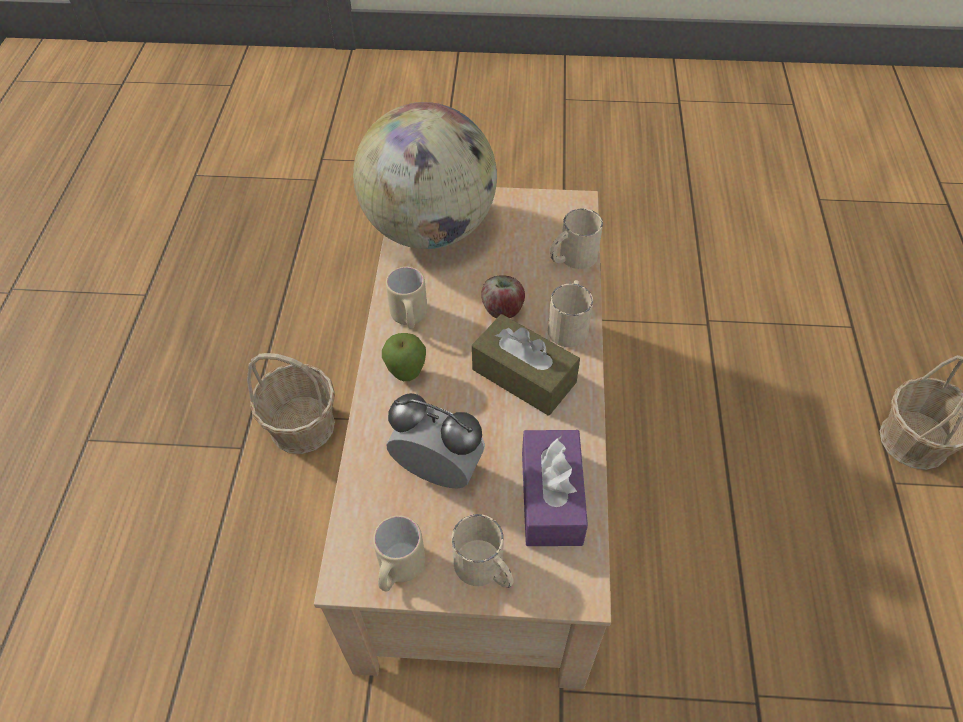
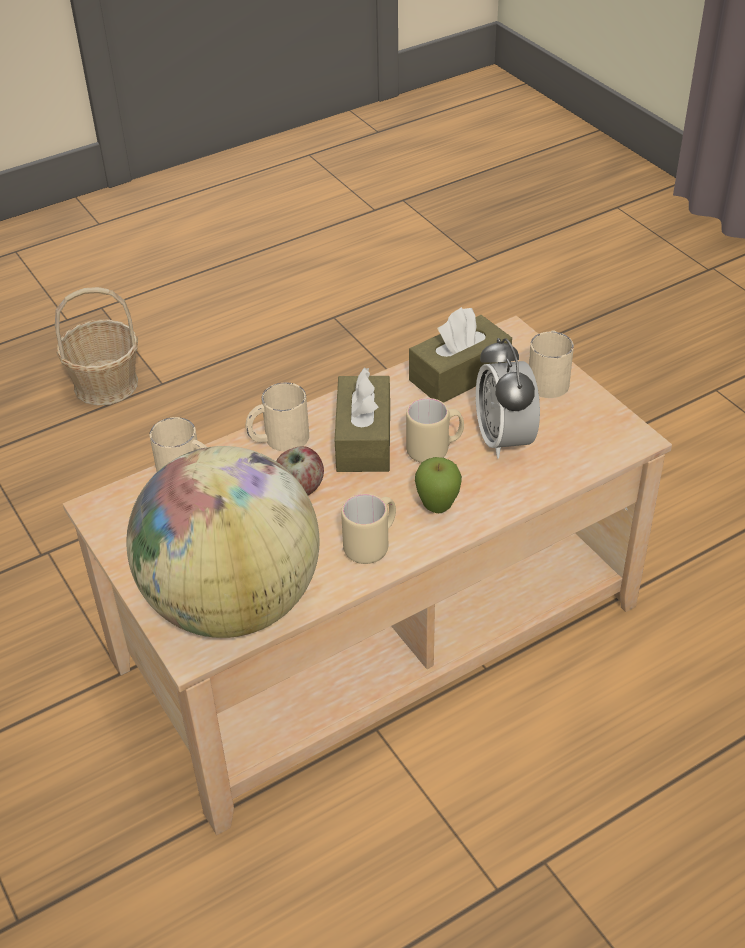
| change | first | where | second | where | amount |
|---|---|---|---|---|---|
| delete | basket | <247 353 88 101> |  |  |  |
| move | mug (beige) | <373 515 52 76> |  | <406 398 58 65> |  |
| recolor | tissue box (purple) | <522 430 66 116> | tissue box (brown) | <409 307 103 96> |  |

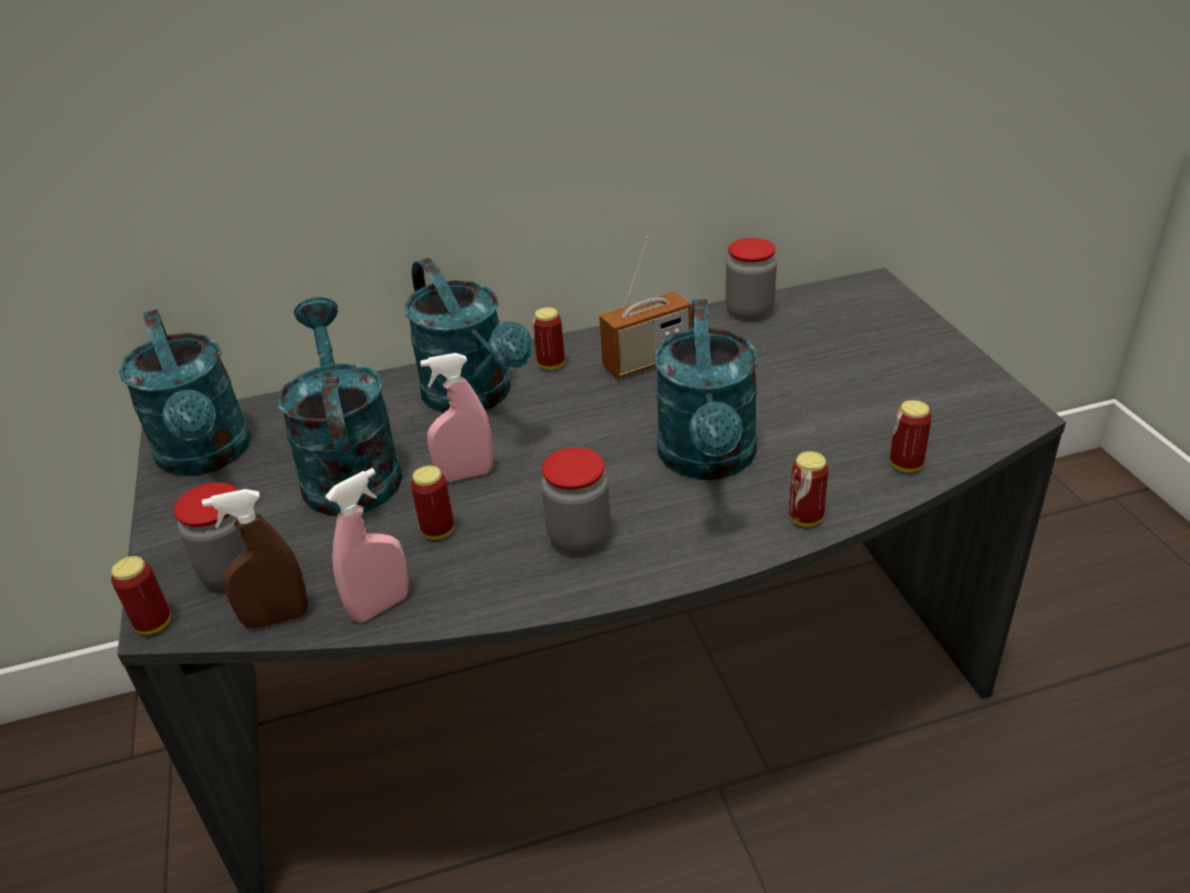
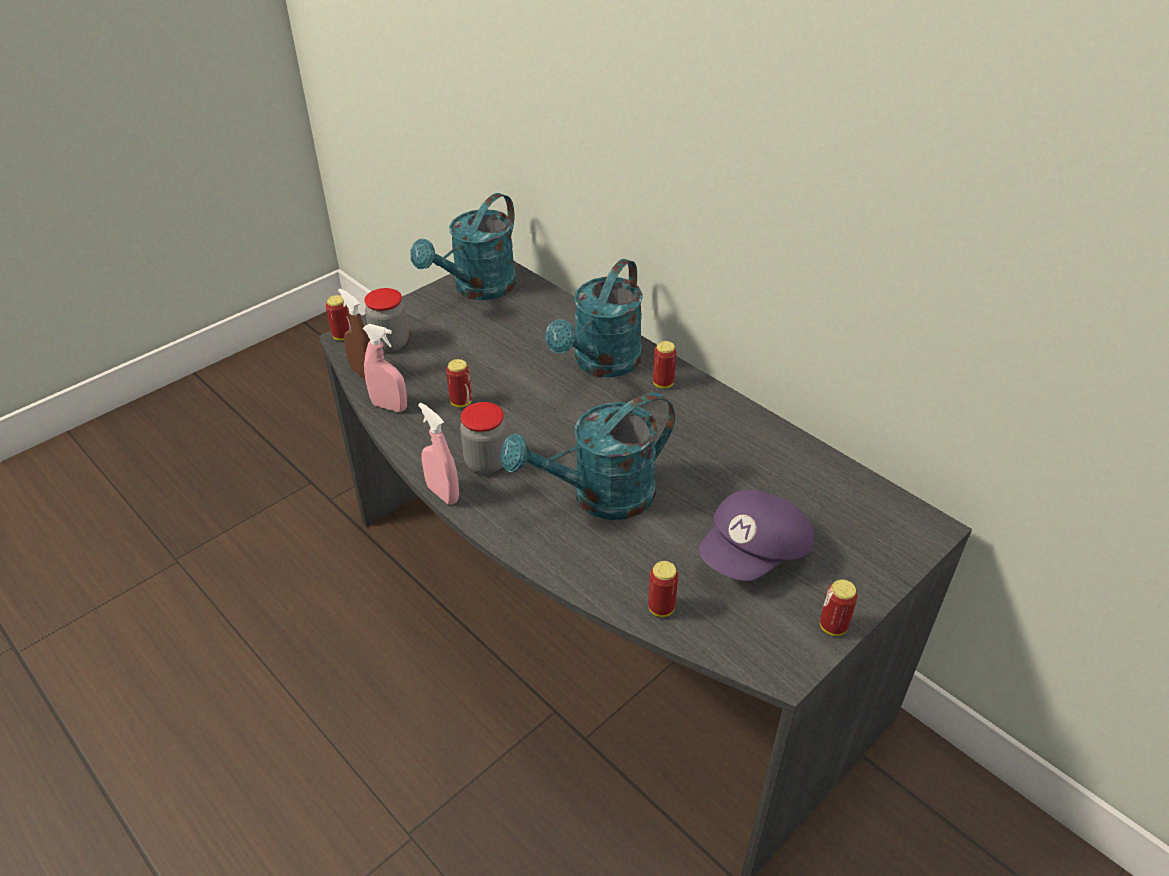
| change | first | where | second | where | amount |
|---|---|---|---|---|---|
| delete | watering can (turquoise) | <278 297 125 219> |  |  |  |
| move | spray bottle (pink) | <420 353 73 129> |  | <418 403 41 102> |  |
| delete | radio | <599 236 92 143> |  |  |  |
| delete | jar | <726 238 51 82> |  |  |  |
| move | can | <789 451 40 76> |  | <820 579 38 57> |  |
| insert |  |  | cap (purple) | <699 490 115 91> |  |

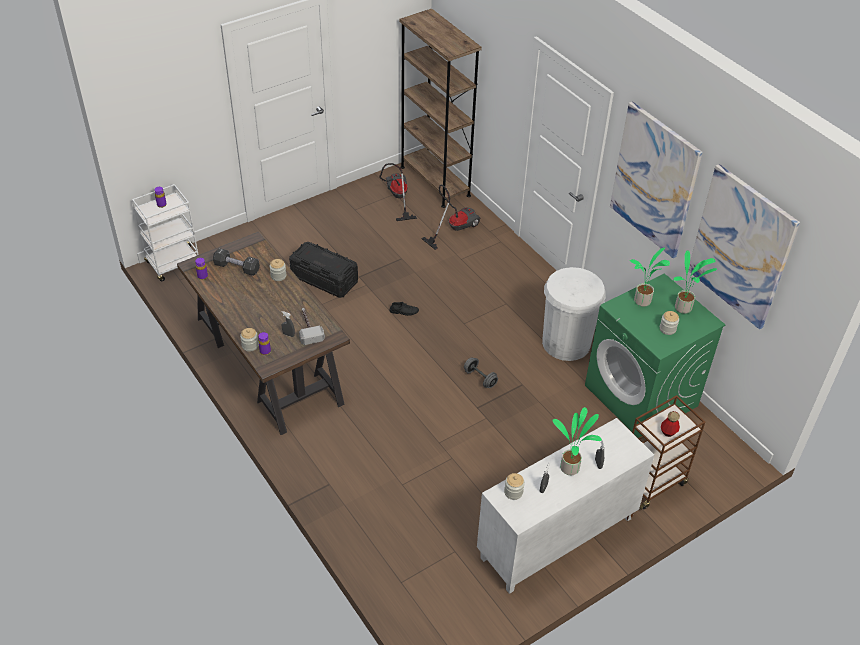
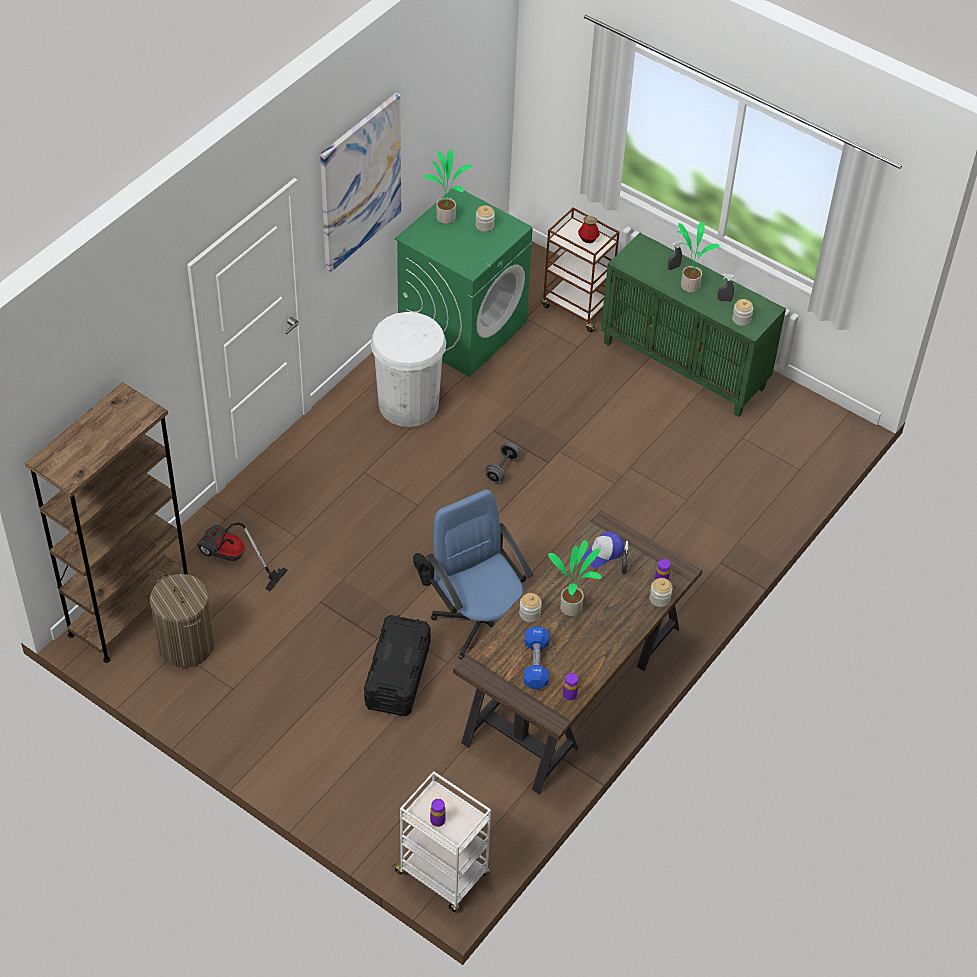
| change | first | where | second | where | amount |
|---|---|---|---|---|---|
| recolor | dumbbell (black) | <213 248 47 28> | dumbbell (blue) | <524 626 25 63> |  |
| replace | hammer | <299 308 26 37> | cap | <583 532 41 36> |  |
| replace | vacuum cleaner | <379 163 38 58> | laundry basket | <150 574 64 93> |  |
| recolor | cabinet (white) | <477 418 177 176> | cabinet (green) | <601 233 185 184> |  |
| move | potted plant | <629 248 41 59> |  | <548 540 54 76> |  |
| delete | picture | <688 164 112 165> |  |  |  |
| insert |  |  | office chair (blue) | <427 489 106 171> |  |

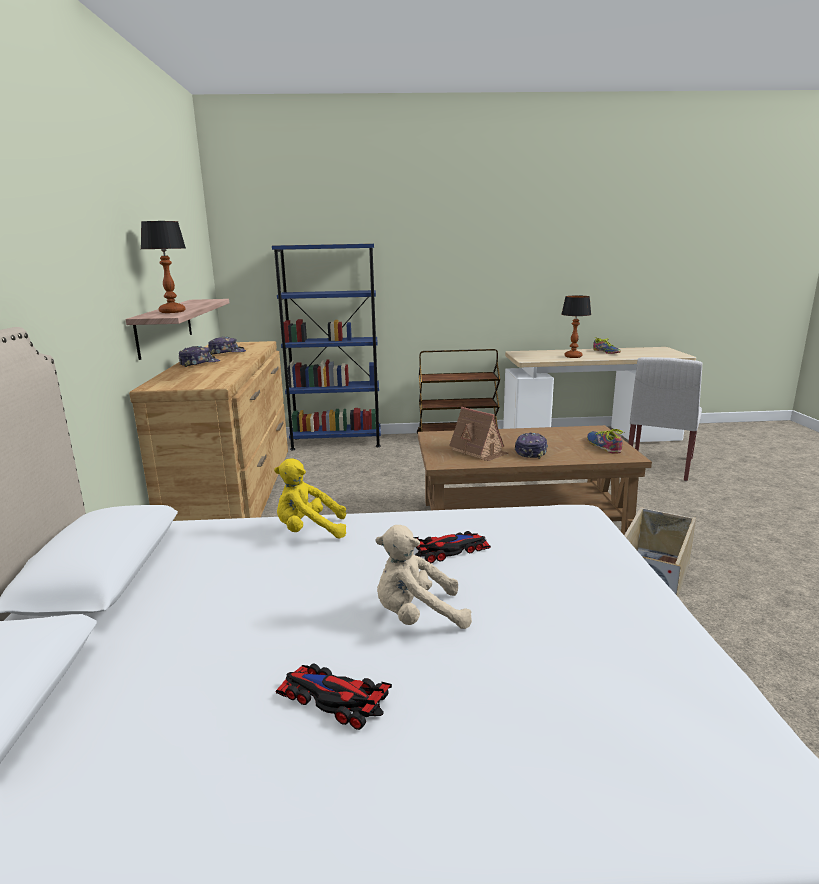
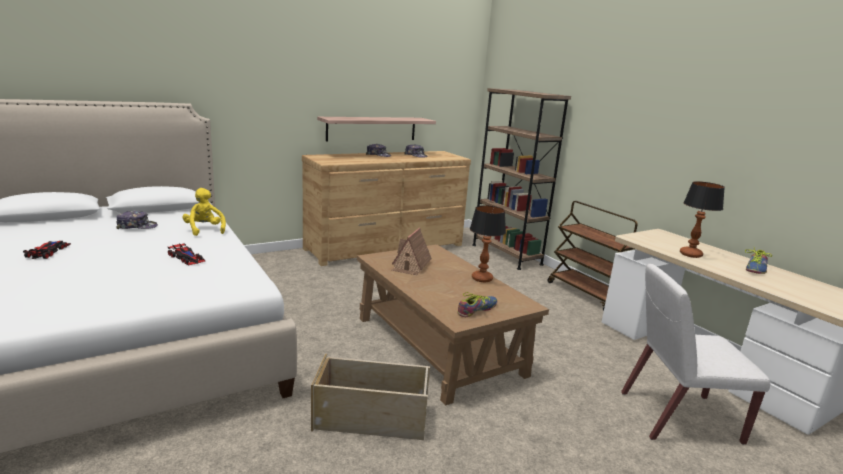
| change | first | where | second | where | amount |
|---|---|---|---|---|---|
| move | table lamp | <141 221 45 92> |  | <470 205 36 77> |  |
| recolor | bookcase (blue) | <272 244 109 206> | bookcase (brown) | <472 88 99 182> |  |
| delete | plush toy (beige) | <375 525 97 104> |  |  |  |
| move | cap | <515 433 33 26> |  | <116 210 42 19> |  |

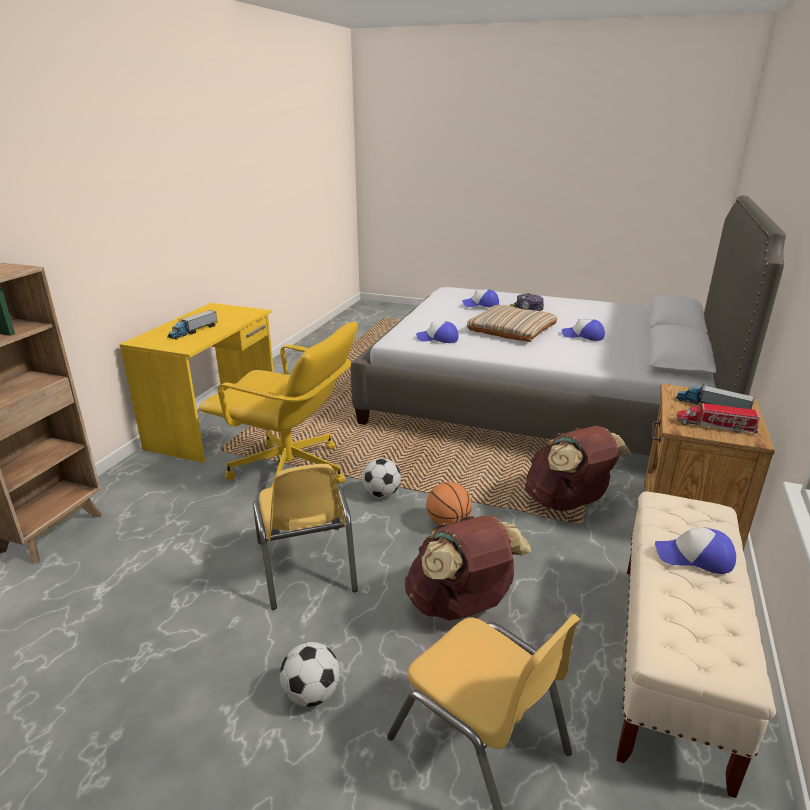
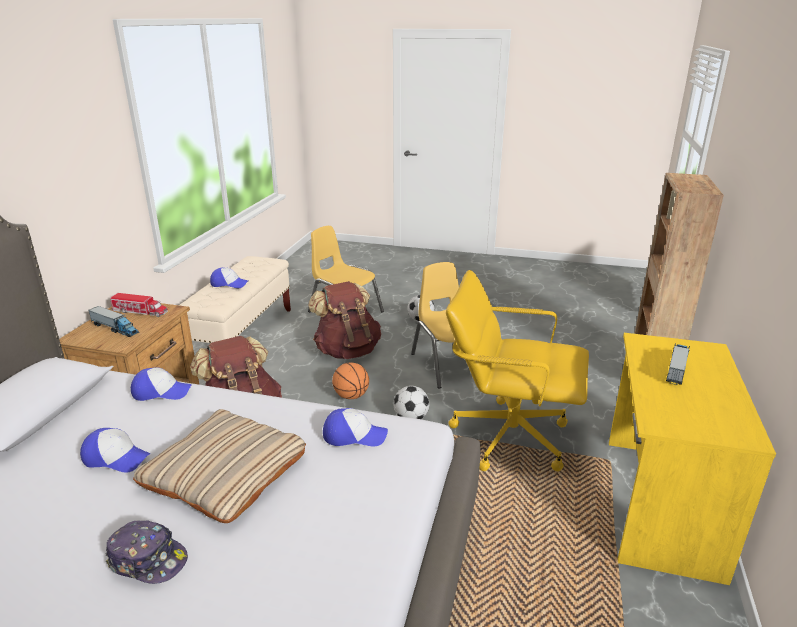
| change | first | where | second | where | amount |
|---|---|---|---|---|---|
| move | cap | <462 289 37 19> |  | <131 367 61 34> |  |

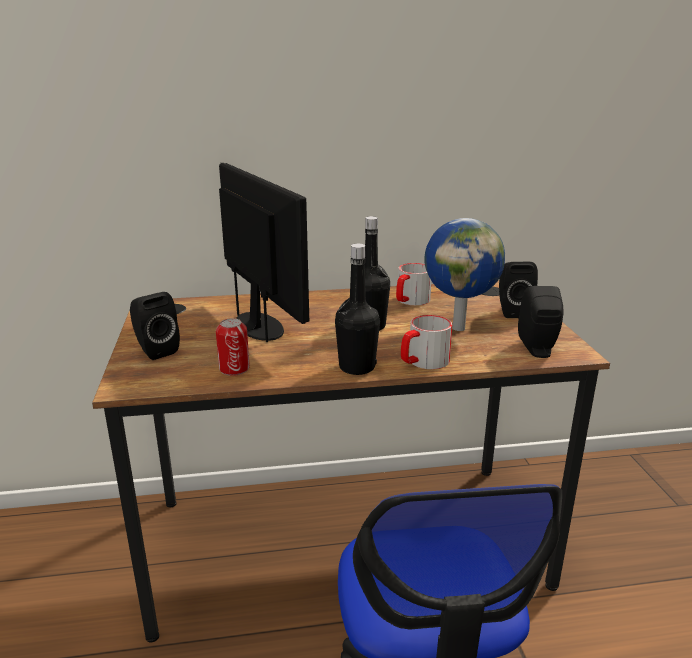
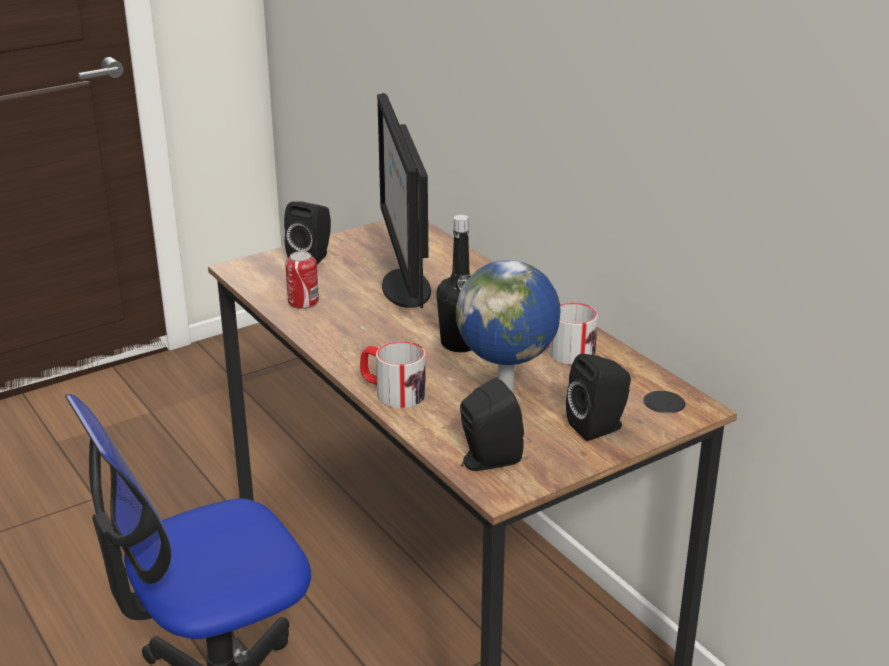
| change | first | where | second | where | amount |
|---|---|---|---|---|---|
| rotate | monitor | <219 163 90 179> |  | <377 93 54 215> | 135 degrees clockwise |
| delete | bottle (black) | <335 244 45 131> |  |  |  |

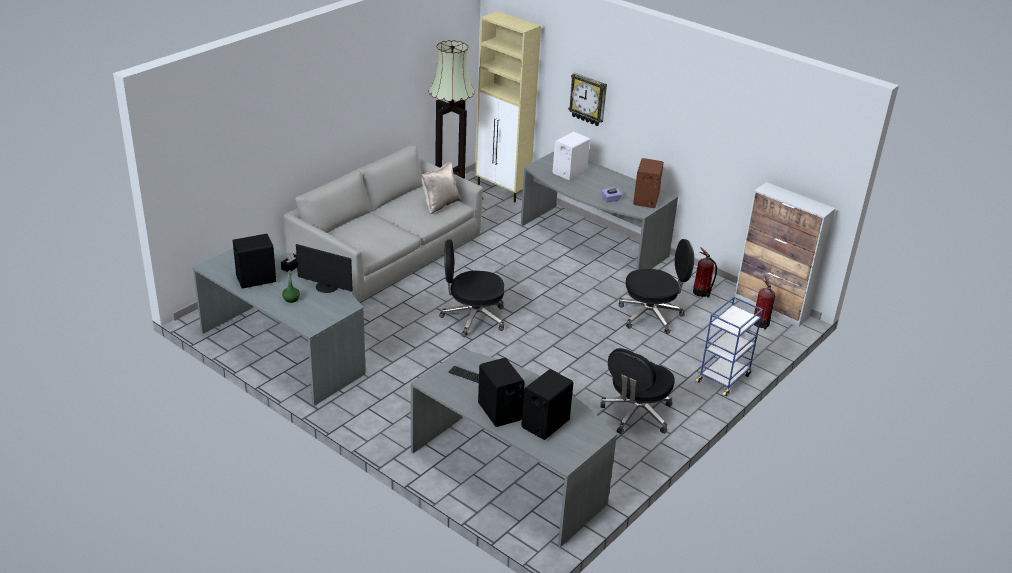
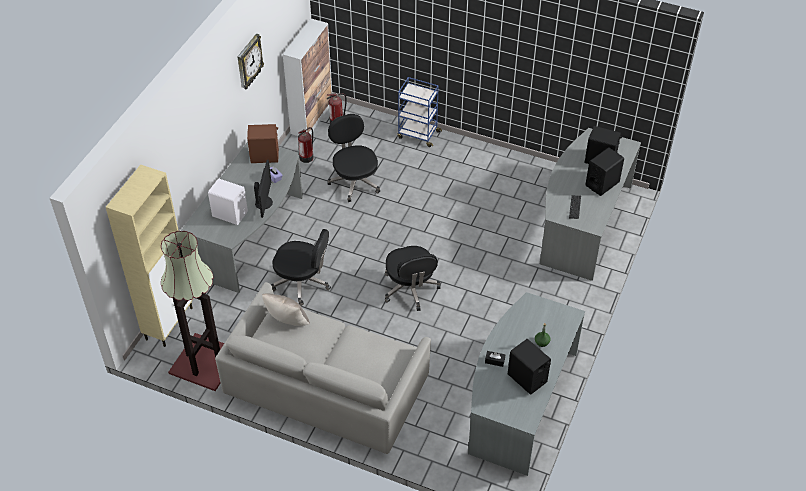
| change | first | where | second | where | amount |
|---|---|---|---|---|---|
| move | monitor | <296 244 57 49> |  | <254 160 19 58> |  |
| move | wall clock | <568 73 39 53> |  | <238 34 26 56> |  |
| move | office chair (black) | <600 348 74 86> |  | <271 229 60 77> |  |

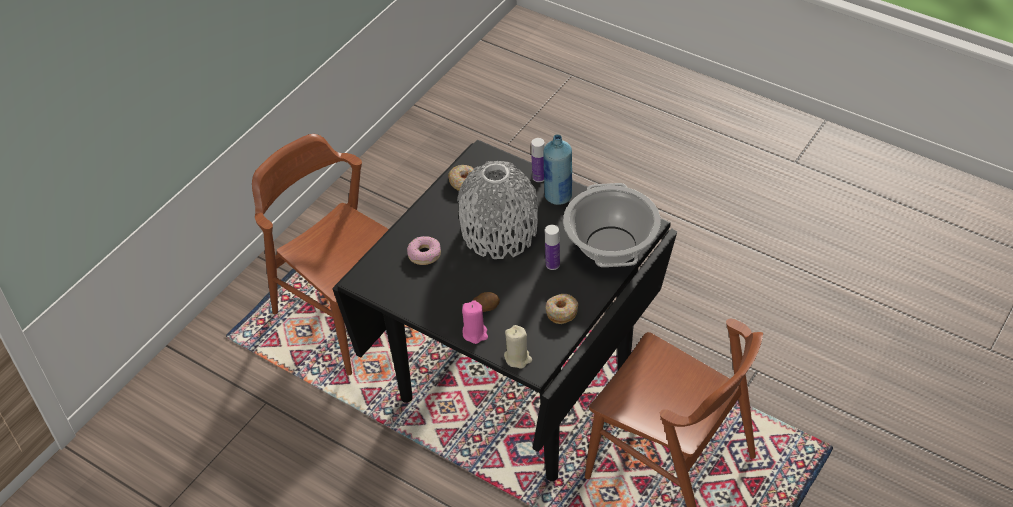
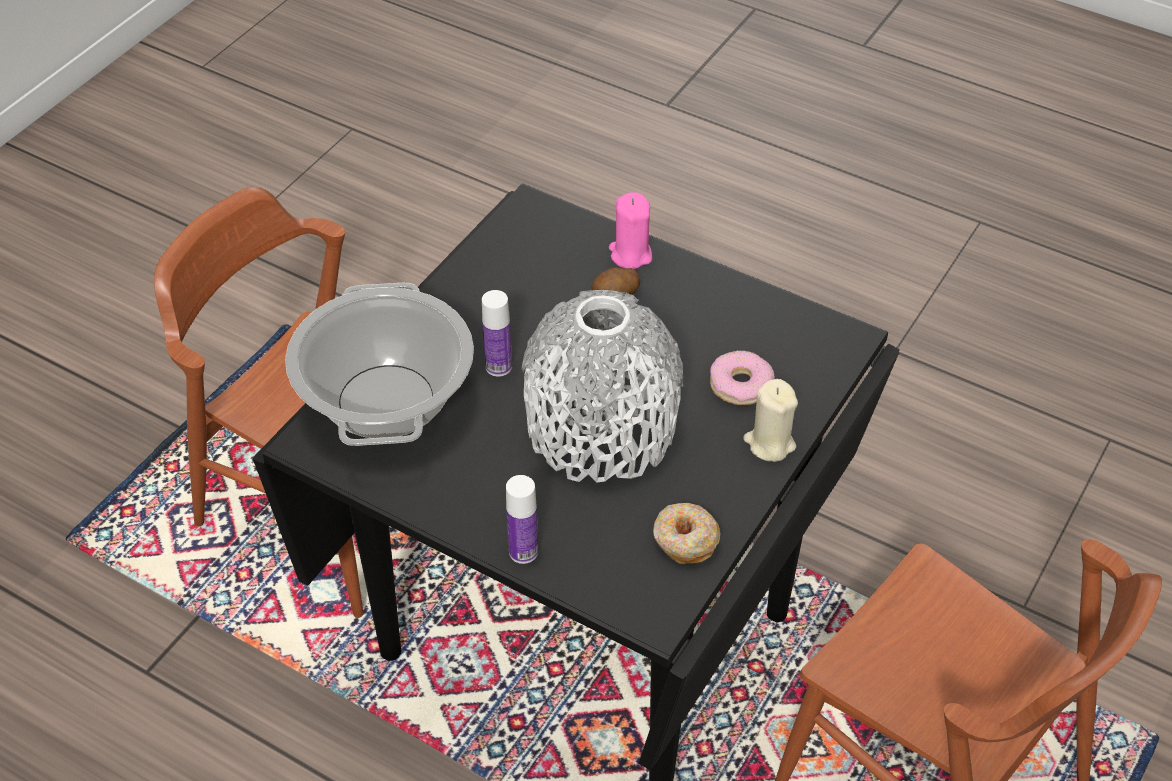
| change | first | where | second | where | amount |
|---|---|---|---|---|---|
| move | candle (beige) | <504 325 28 43> |  | <743 379 55 83> |  |
| delete | bottle (blue) | <543 134 29 71> |  |  |  |
| delete | donut | <545 294 33 30> |  |  |  |

